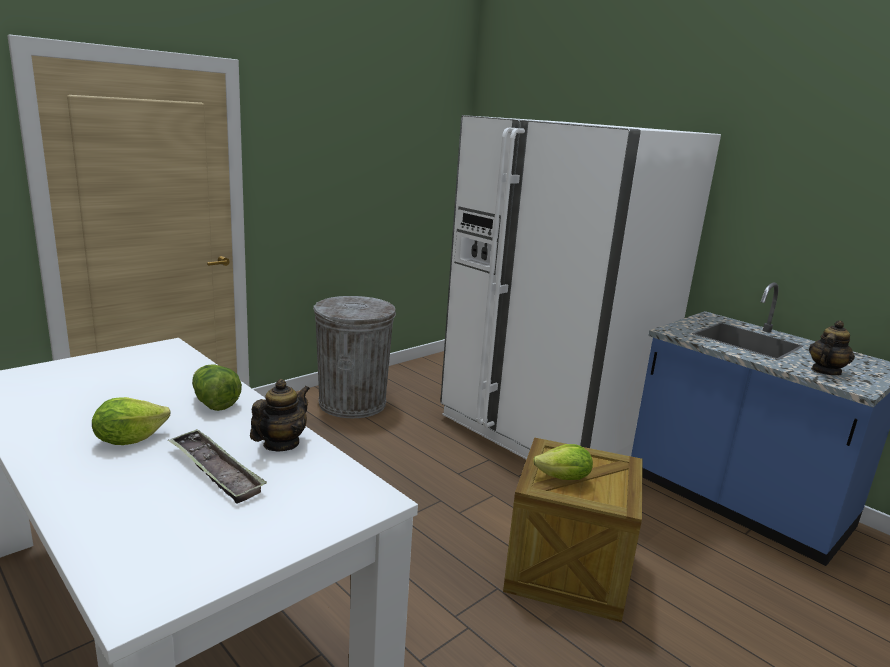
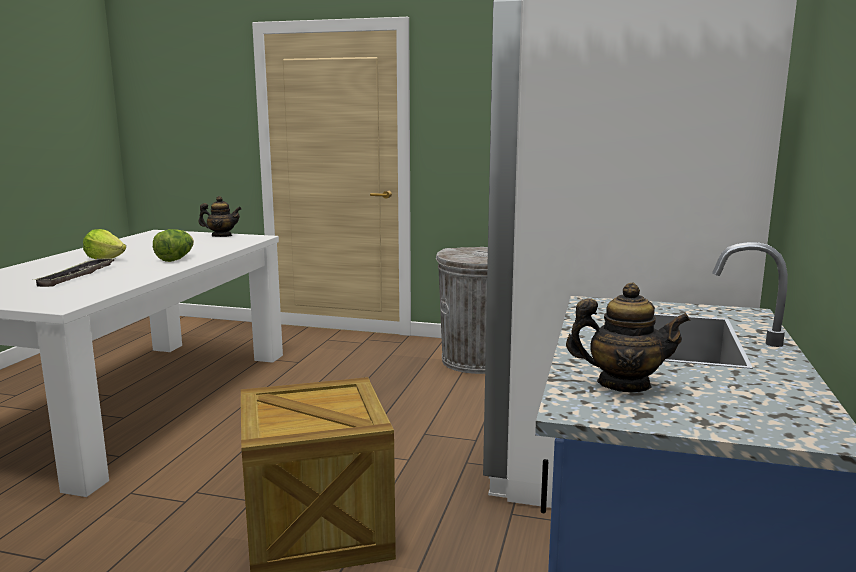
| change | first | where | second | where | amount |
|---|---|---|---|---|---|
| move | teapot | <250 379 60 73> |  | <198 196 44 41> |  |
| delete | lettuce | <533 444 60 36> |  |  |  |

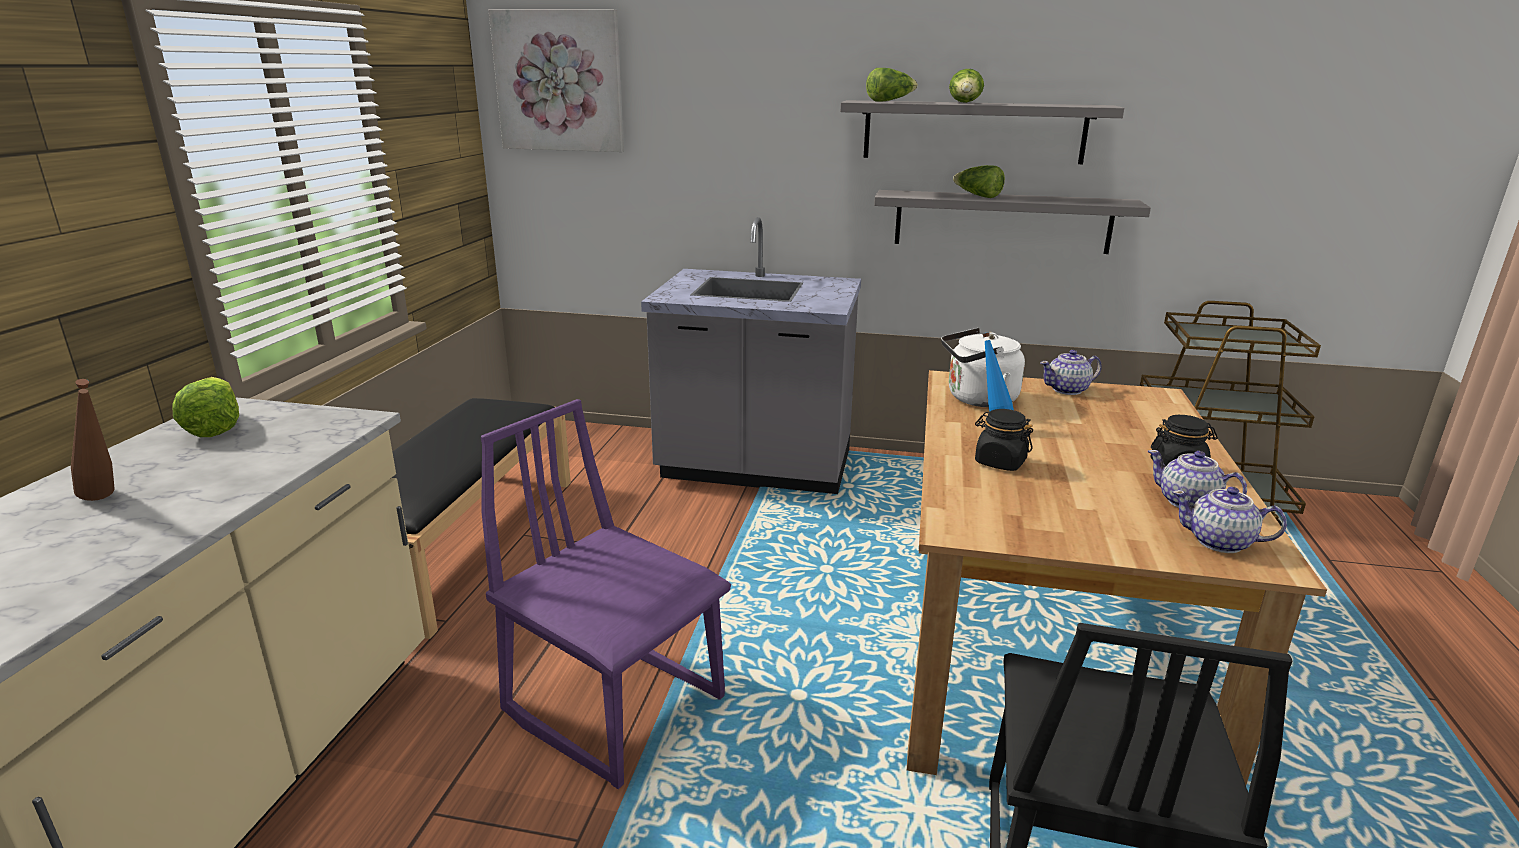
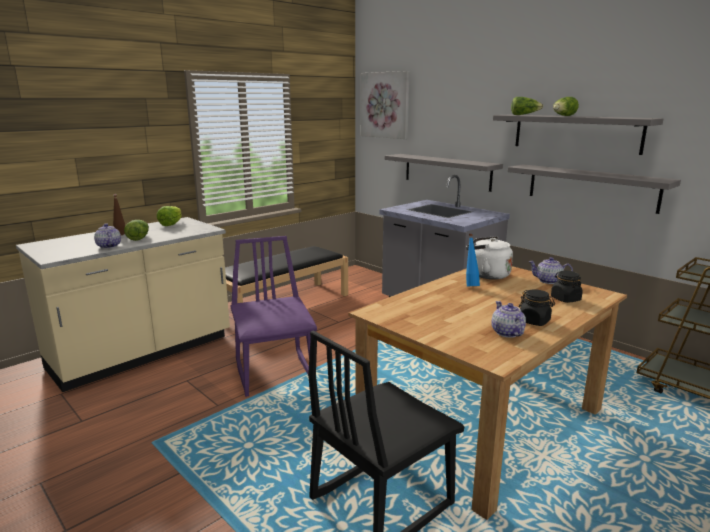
| change | first | where | second | where | amount |
|---|---|---|---|---|---|
| move | lettuce | <953 165 52 33> |  | <124 220 25 21> |  |
| move | jar (black) | <975 409 58 62> |  | <551 271 31 32> |  |
| move | teapot | <1172 487 115 66> |  | <94 223 27 26> |  |
| insert |  |  | shelf (grey) | <385 154 118 38> |  |

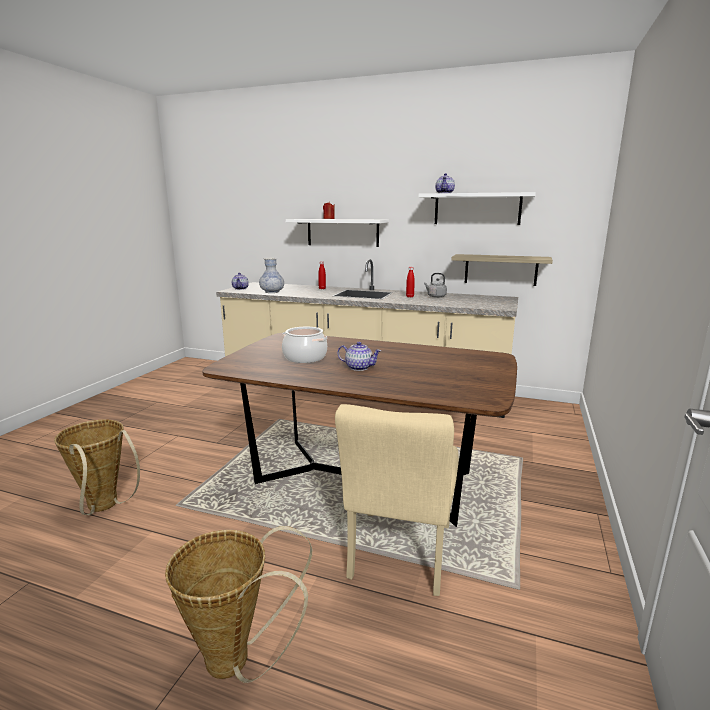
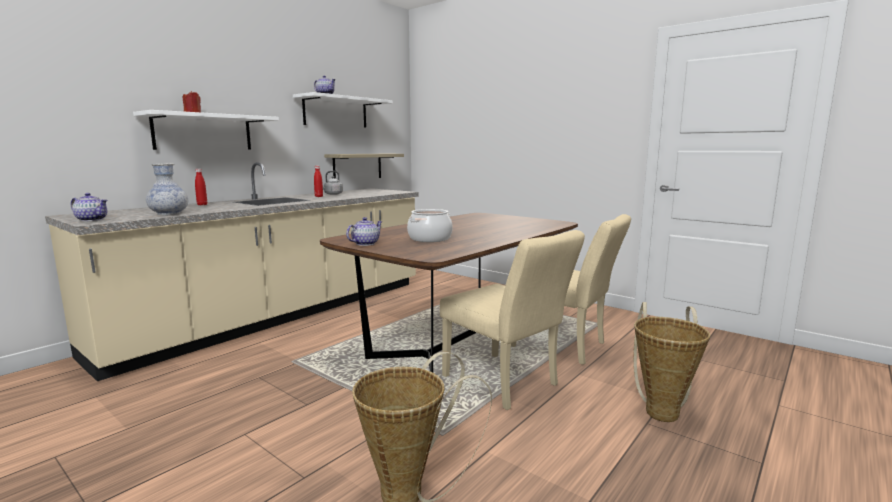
| change | first | where | second | where | amount |
|---|---|---|---|---|---|
| move | teapot | <337 342 44 29> |  | <346 217 36 29> |  |
| insert |  |  | chair (beige) | <440 230 145 180> |  |

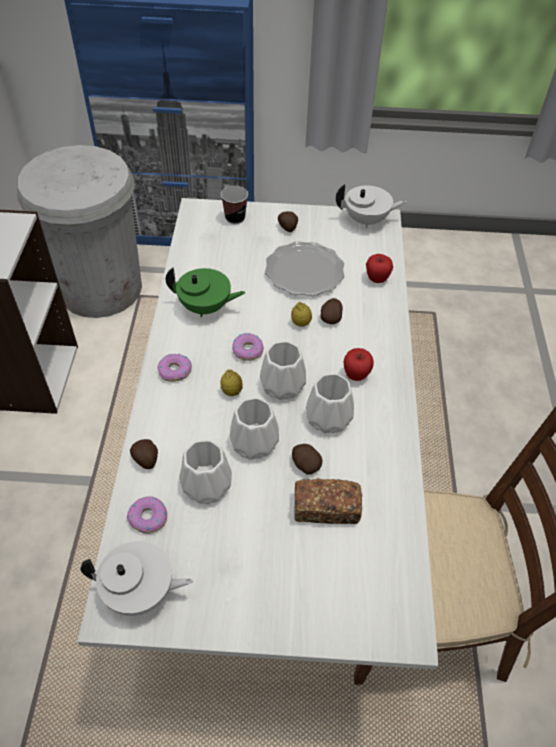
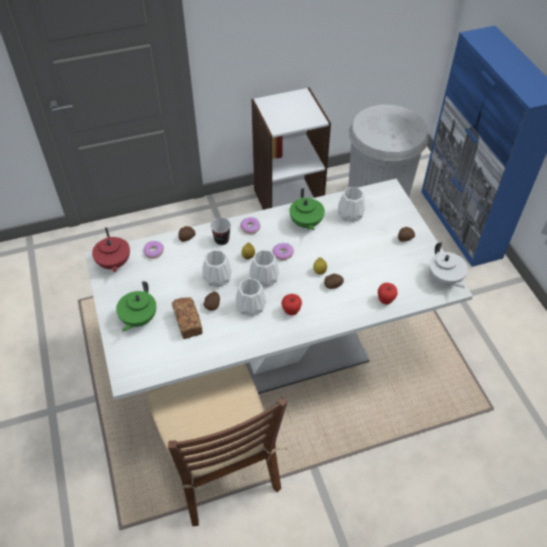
| change | first | where | second | where | amount |
|---|---|---|---|---|---|
| recolor | teapot (white) | <81 541 112 75> | teapot (red) | <92 227 38 46> |  |
| move | vase (white) | <179 440 53 64> |  | <338 187 27 35> |  |
| move | cup | <221 186 27 38> |  | <210 218 21 27> |  |
| delete | plate | <265 241 79 55> |  |  |  |
| insert |  |  | teapot (green) | <116 281 40 51> |  |

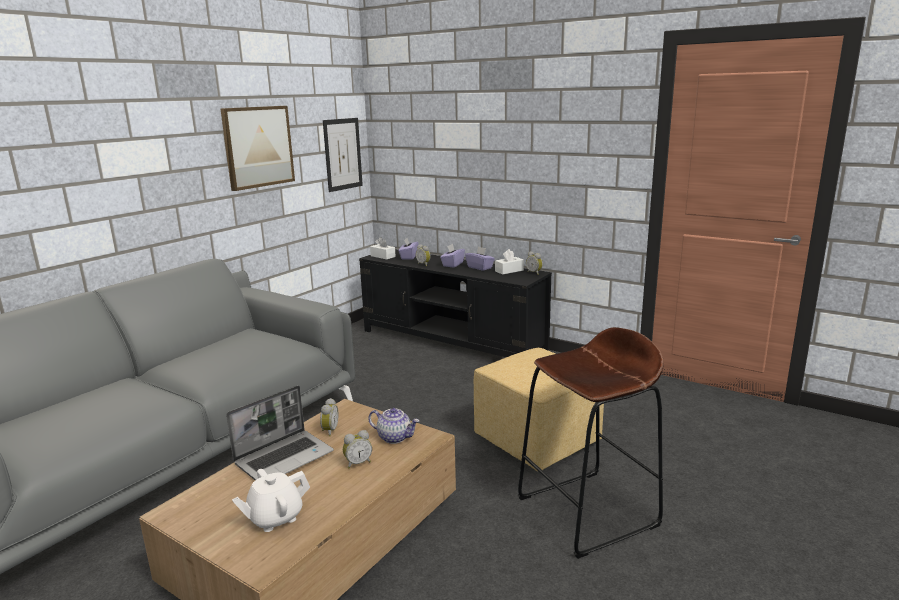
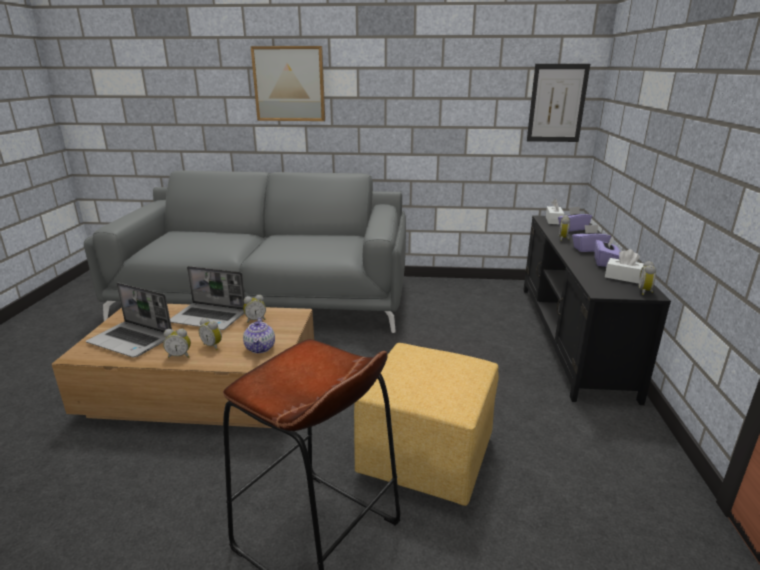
| change | first | where | second | where | amount |
|---|---|---|---|---|---|
| move | picture | <220 106 75 85> |  | <251 46 74 75> |  |
| replace | teapot (white) | <232 469 78 63> | laptop | <86 282 86 76> |  |
| insert |  |  | alarm clock | <163 329 28 29> |  |

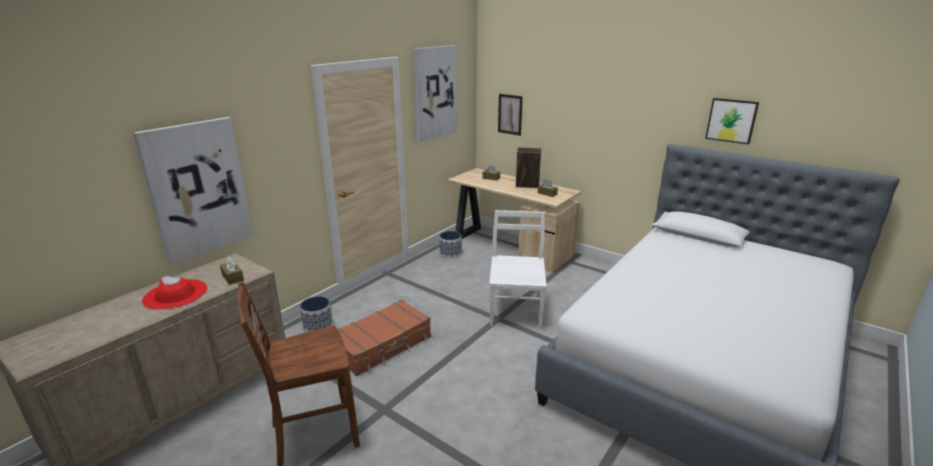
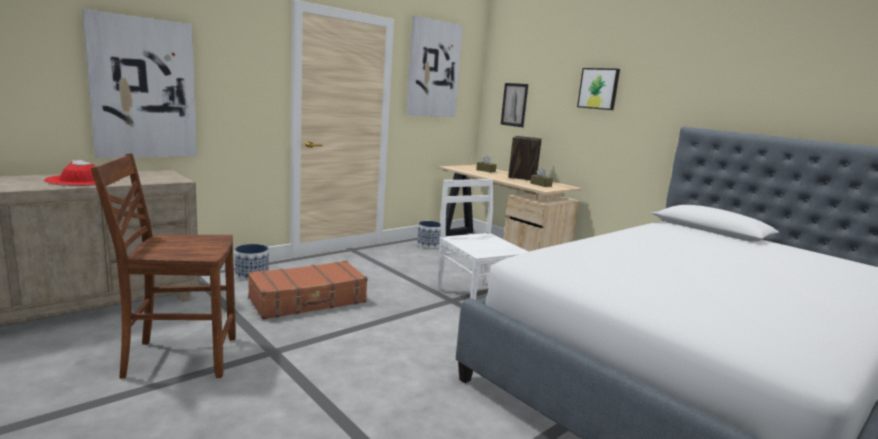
| change | first | where | second | where | amount |
|---|---|---|---|---|---|
| delete | tissue box (brown) | <220 257 24 28> |  |  |  |
| rotate | chair (white) | <489 210 58 119> |  | <437 179 91 121> | 45 degrees counterclockwise |
| move | picture | <705 98 54 47> |  | <577 68 43 42> |  |

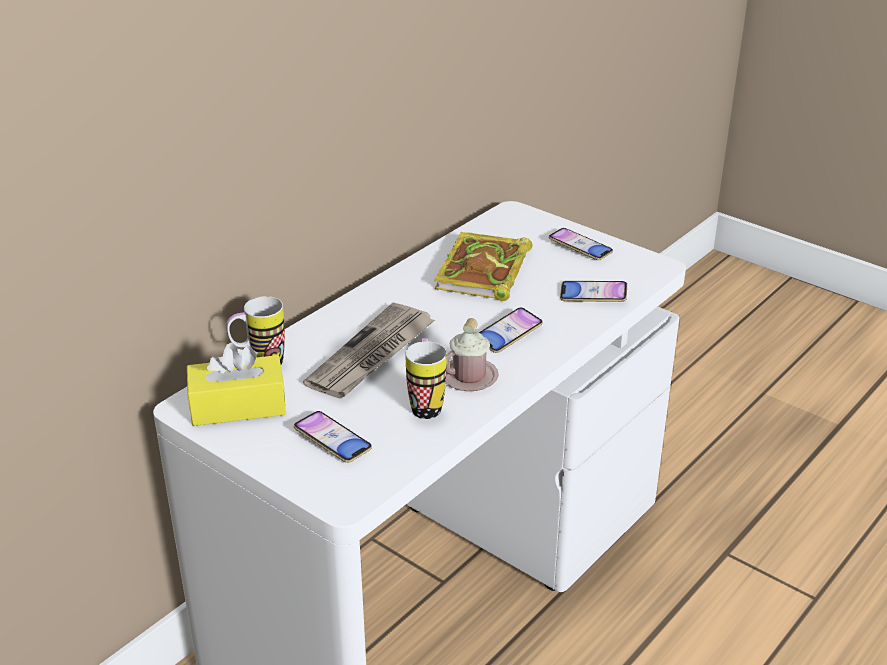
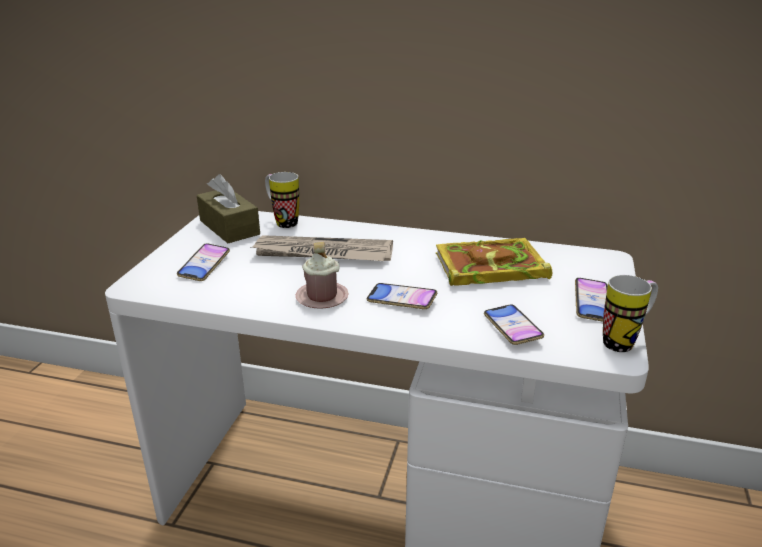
| change | first | where | second | where | amount |
|---|---|---|---|---|---|
| recolor | tissue box (yellow) | <187 343 99 83> | tissue box (brown) | <197 174 63 69> |  |
| move | mug | <405 338 42 81> |  | <603 275 55 77> |  |

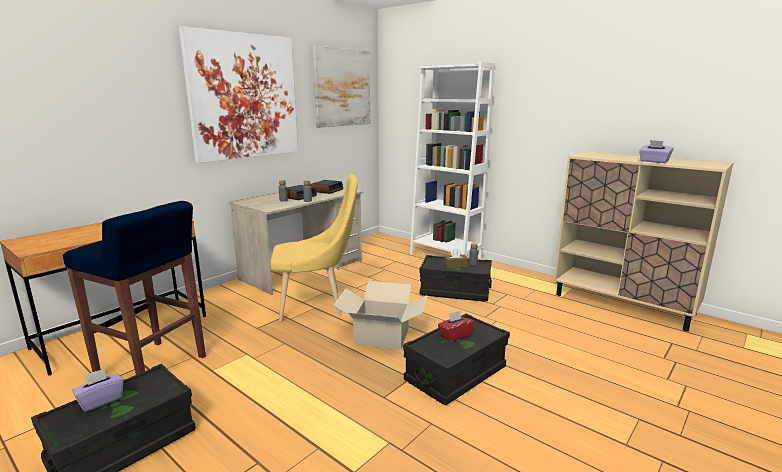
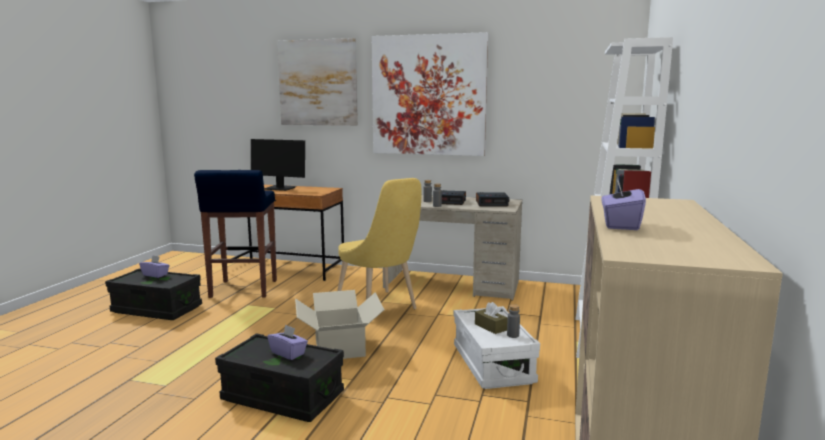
| change | first | where | second | where | amount |
|---|---|---|---|---|---|
| move | picture | <313 46 57 82> |  | <277 38 81 88> |  |
| recolor | storage box (black) | <419 255 73 47> | storage box (white) | <453 306 87 83> |  |
| recolor | tissue box (red) | <438 311 37 31> | tissue box (purple) | <267 324 41 36> |  |
| insert |  |  | monitor | <251 139 54 52> |  |

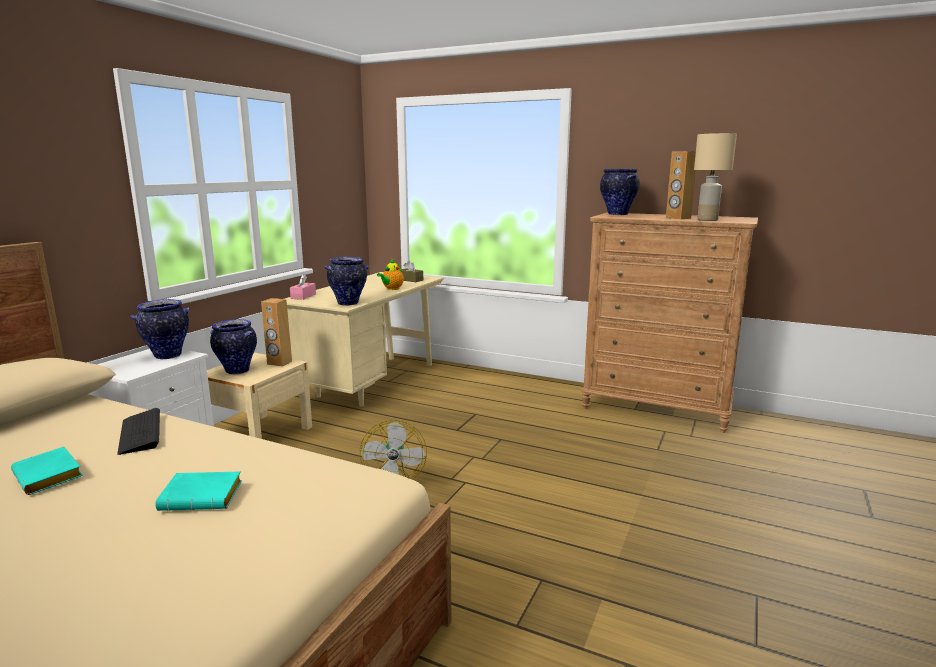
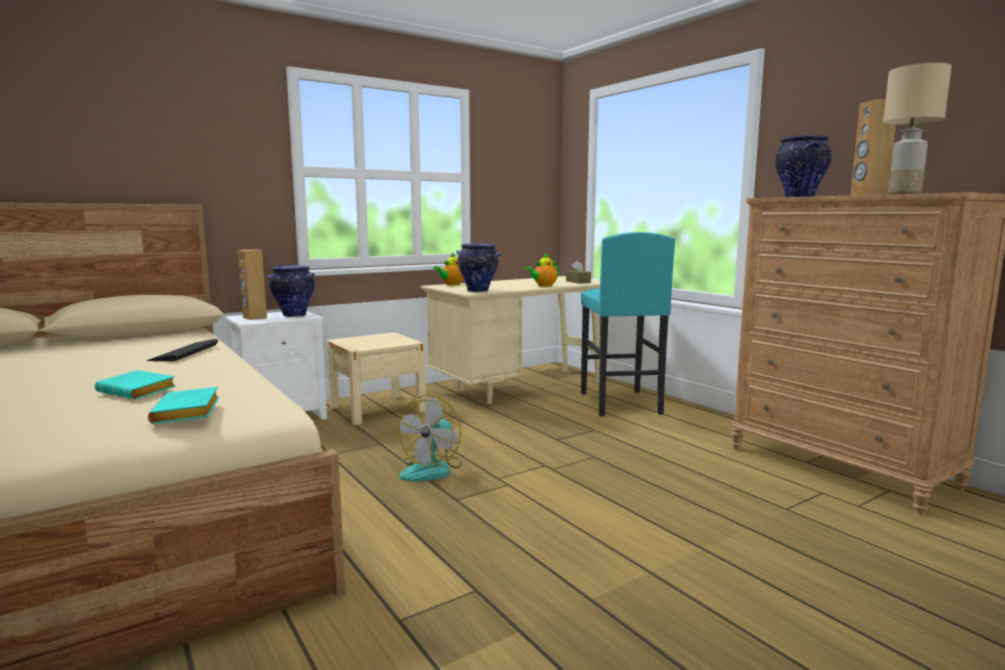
| change | first | where | second | where | amount |
|---|---|---|---|---|---|
| move | book (turquoise) | <11 447 72 48> |  | <148 387 71 37> |  |
| delete | vase | <210 319 47 55> |  |  |  |
| move | speaker (brown) | <261 298 31 68> |  | <238 249 29 71> |  |
| replace | tissue box (pink) | <290 274 26 26> | teapot | <434 252 30 34> |  |
| insert |  |  | stool (turquoise) | <581 232 94 185> |  |

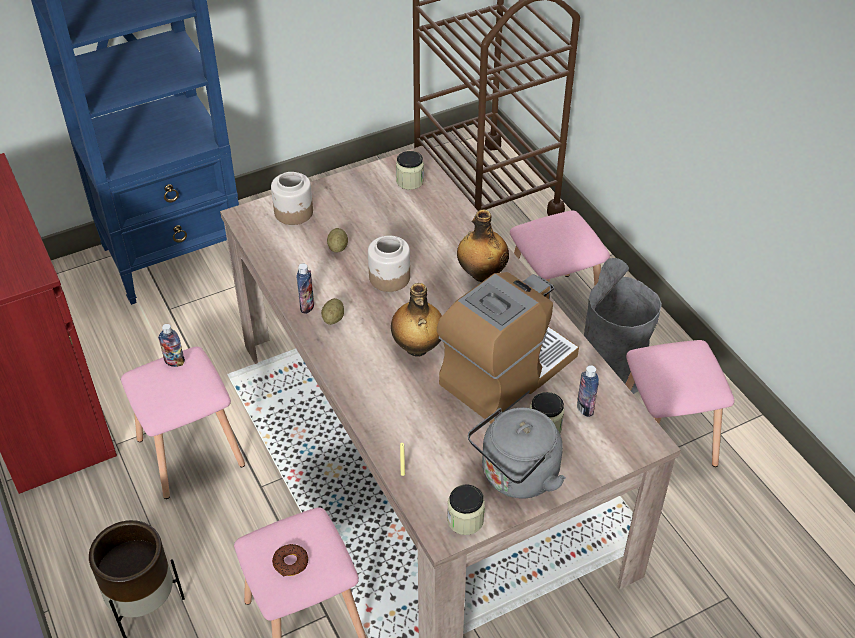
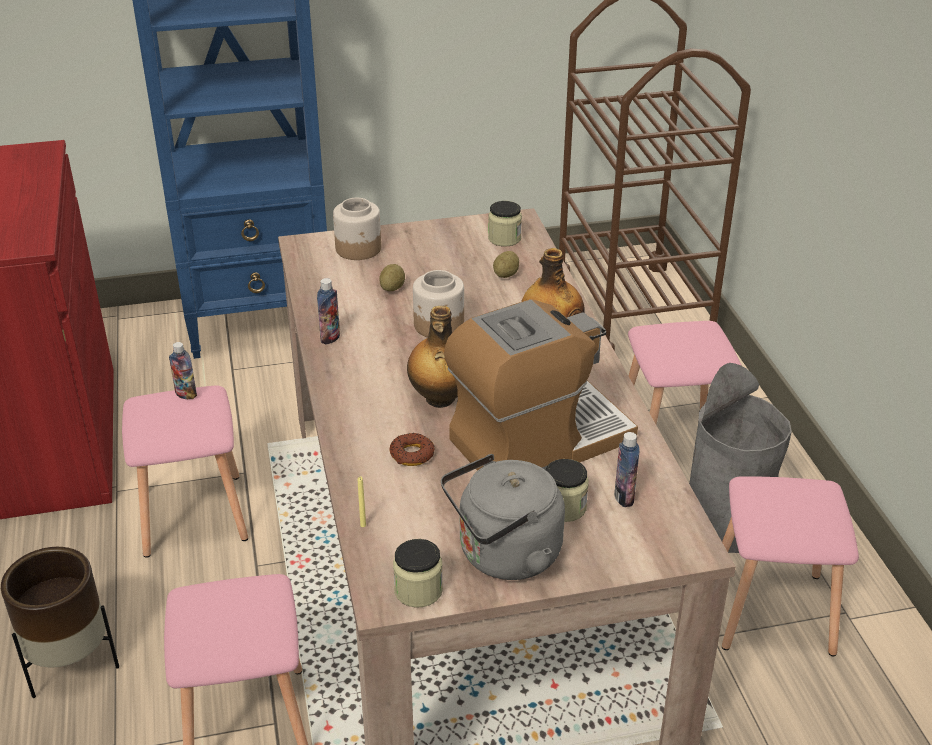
| change | first | where | second | where | amount |
|---|---|---|---|---|---|
| move | donut | <272 544 36 32> |  | <389 433 45 33> |  |
| move | potato | <321 298 23 27> |  | <493 251 26 27> |  |

